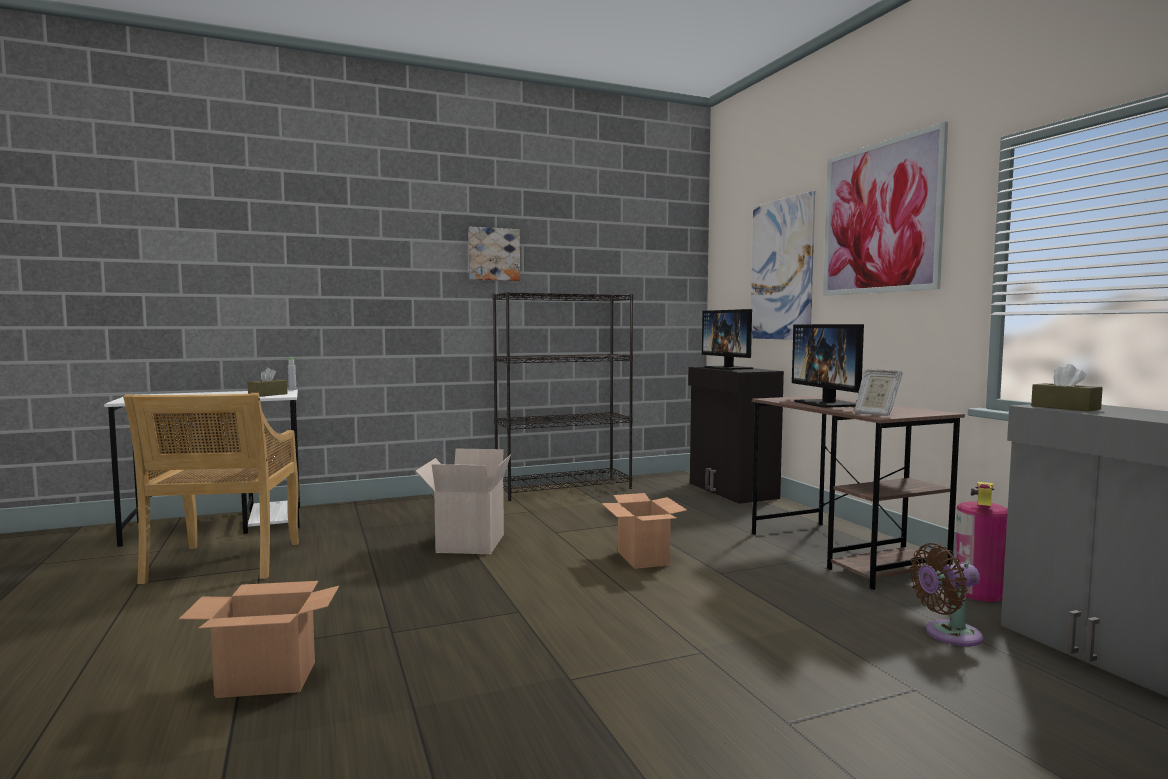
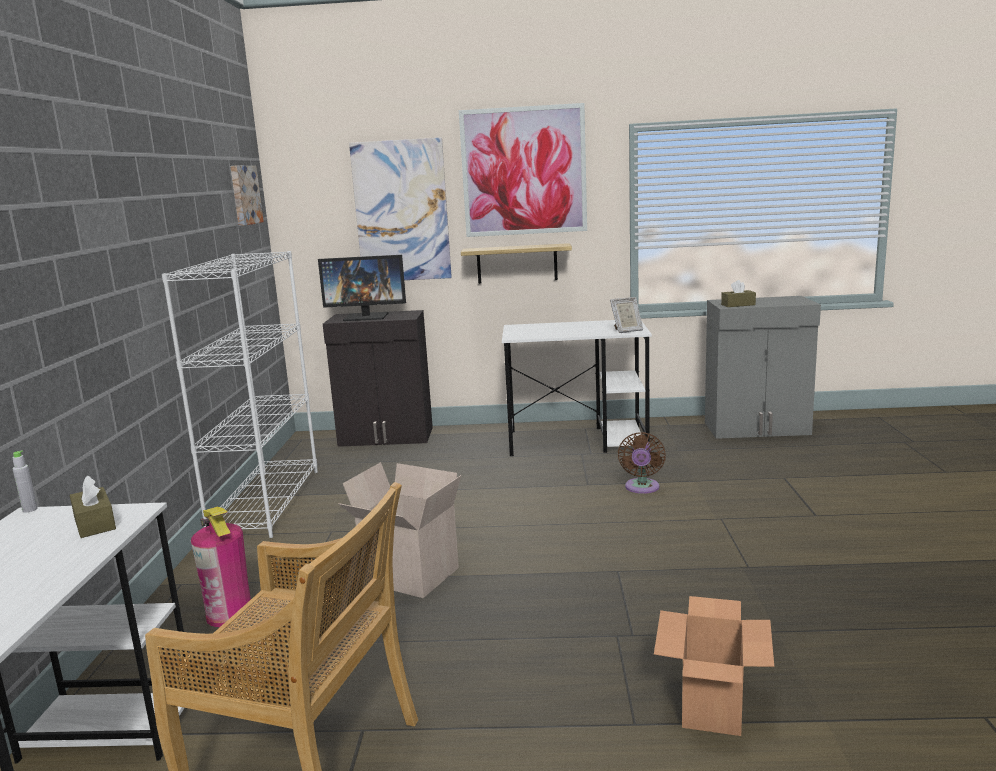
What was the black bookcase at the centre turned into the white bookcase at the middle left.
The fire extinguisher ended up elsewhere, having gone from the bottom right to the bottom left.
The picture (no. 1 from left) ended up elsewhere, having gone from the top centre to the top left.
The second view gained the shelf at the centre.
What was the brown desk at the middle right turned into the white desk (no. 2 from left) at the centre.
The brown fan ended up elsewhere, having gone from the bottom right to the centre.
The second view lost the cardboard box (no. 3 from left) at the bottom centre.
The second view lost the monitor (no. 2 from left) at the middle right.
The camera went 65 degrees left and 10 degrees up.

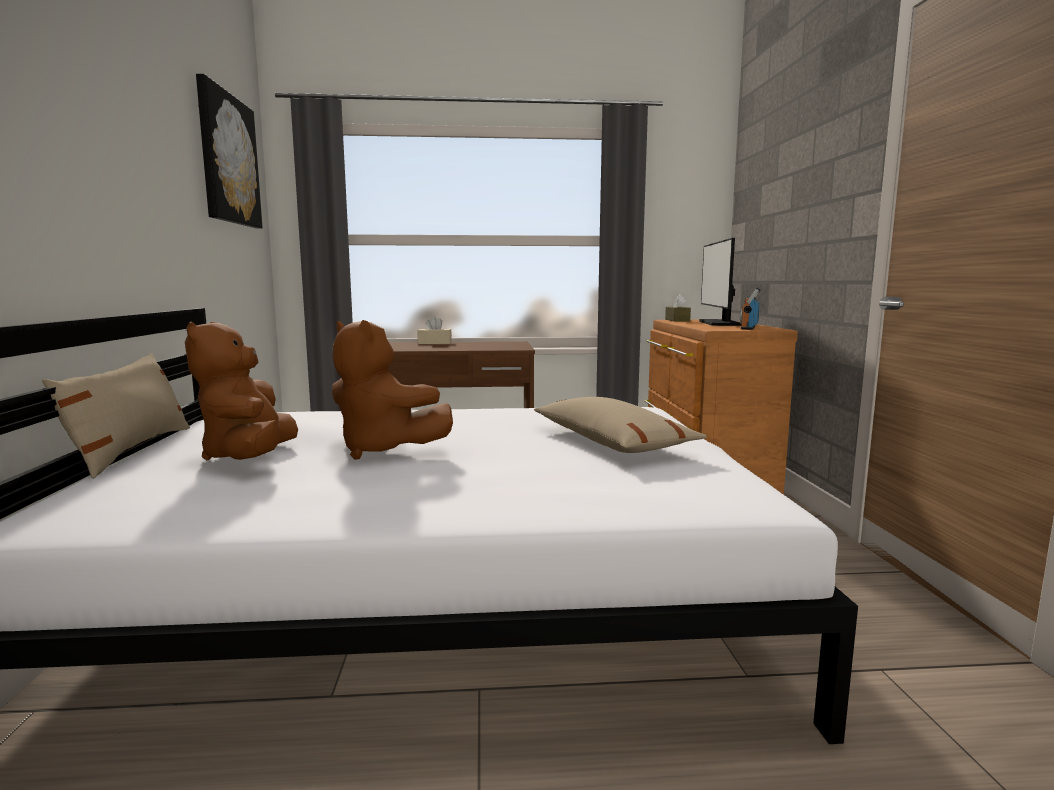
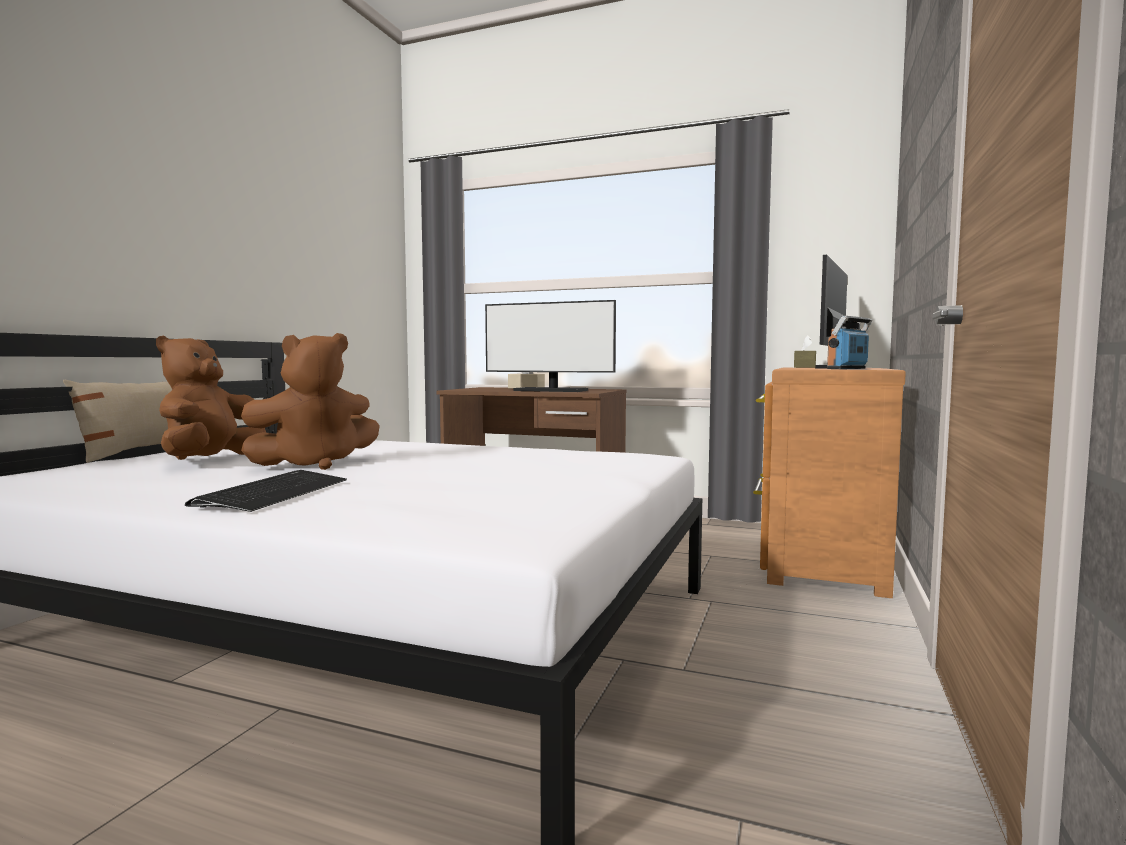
The second view gained the keyboard at the middle left.
The brown plush toy (no. 2 from left) at the centre ended up facing another way, 90 degrees counterclockwise from before.
The second view gained the monitor (no. 1 from left) at the centre.
The second view lost the picture at the top left.
The second view lost the beige pillow (no. 2 from left) at the centre.
The camera went 25 degrees right and 5 degrees down.

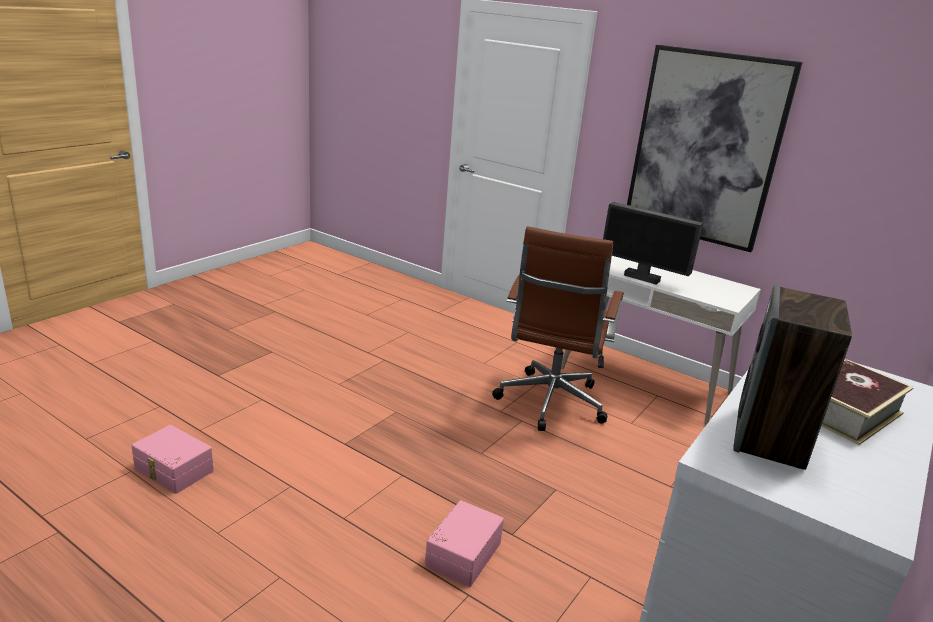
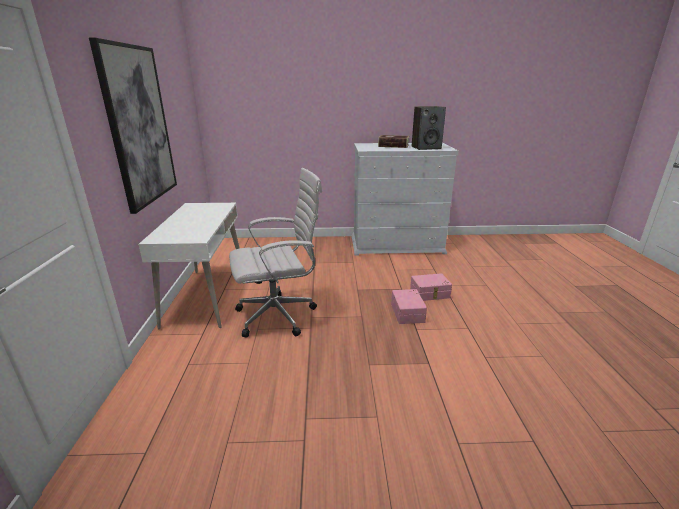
What was the brown office chair at the centre turned into the white office chair at the centre.
The pink storage box (no. 1 from left) ended up elsewhere, having gone from the bottom left to the centre.
The second view lost the monitor at the middle right.
The camera went 125 degrees left and 0 degrees up.

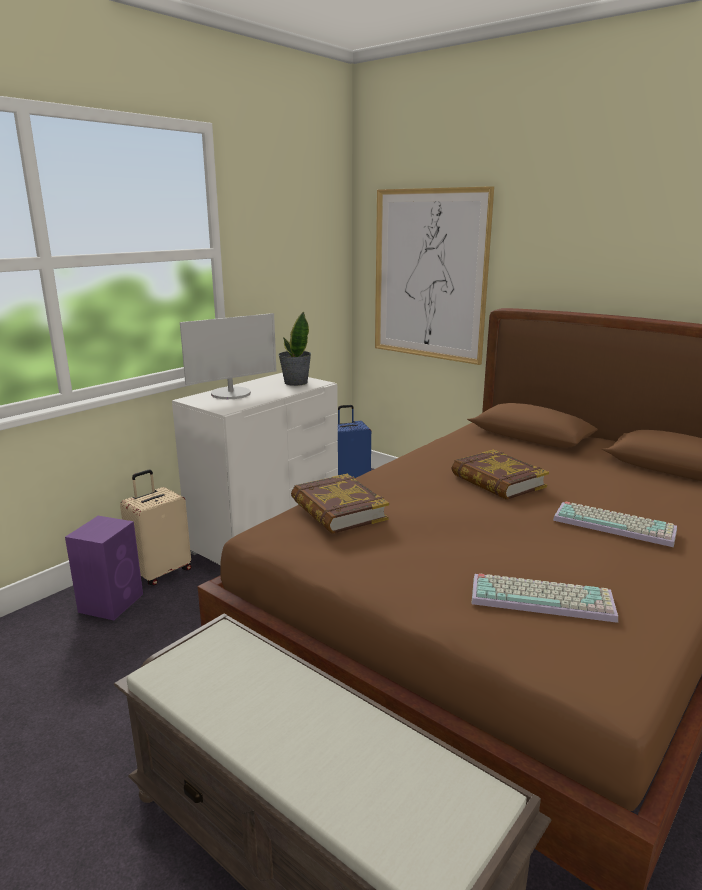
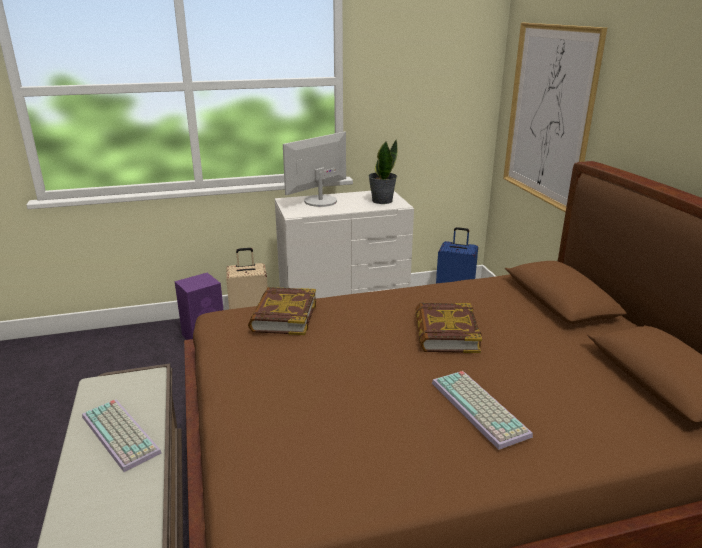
The keyboard (no. 1 from left) ended up elsewhere, having gone from the bottom right to the bottom left.
The monitor at the middle left ended up facing another way, 135 degrees clockwise from before.
The camera went 35 degrees right and 5 degrees up.

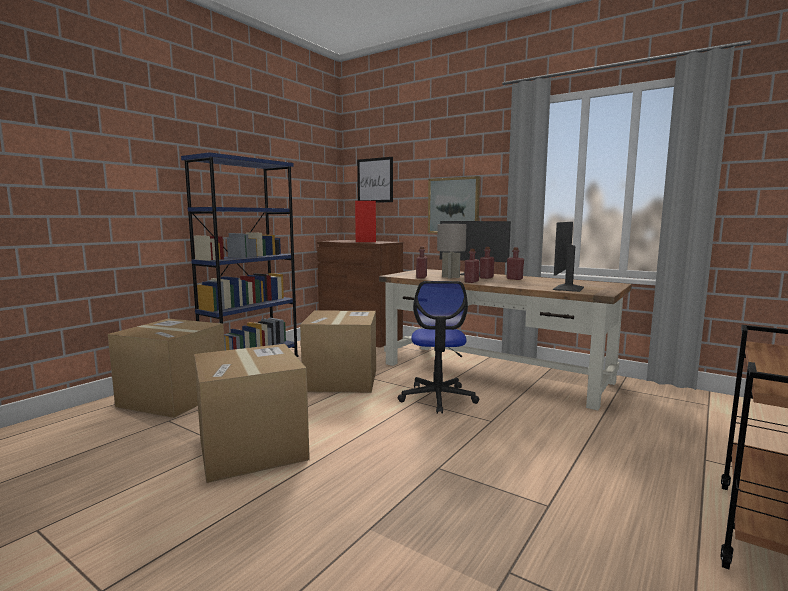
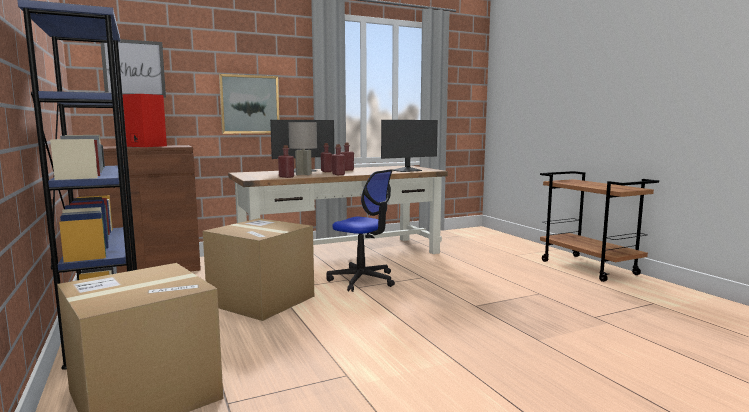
The monitor (no. 2 from left) at the middle right ended up facing another way, 90 degrees counterclockwise from before.
The second view lost the cardboard box (no. 2 from left) at the bottom left.
The camera went 60 degrees left and 0 degrees up.

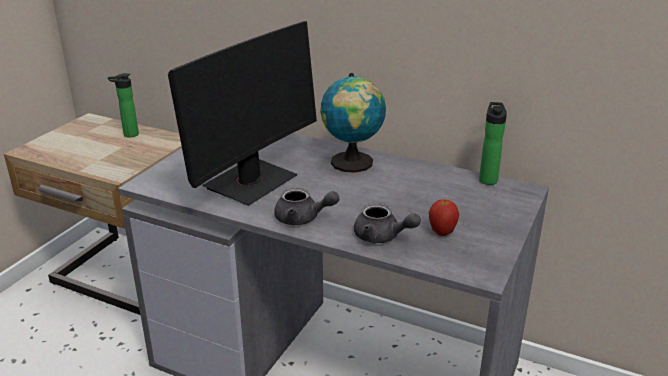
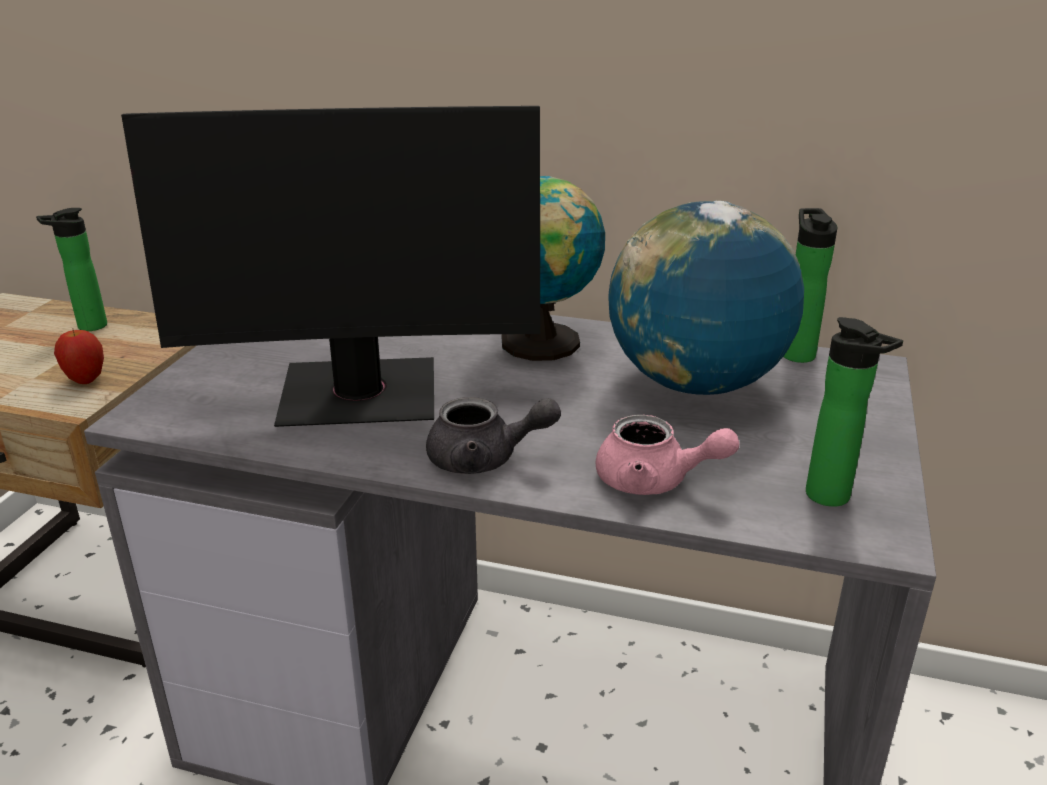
The apple ended up elsewhere, having gone from the centre to the middle left.
The monitor at the top centre ended up facing another way, 60 degrees clockwise from before.
What was the grey teapot (no. 2 from left) at the centre turned into the pink teapot at the centre.
The second view gained the globe (no. 2 from left) at the middle right.
The second view gained the bottle (no. 3 from left) at the middle right.
The camera went 10 degrees left and 0 degrees up.

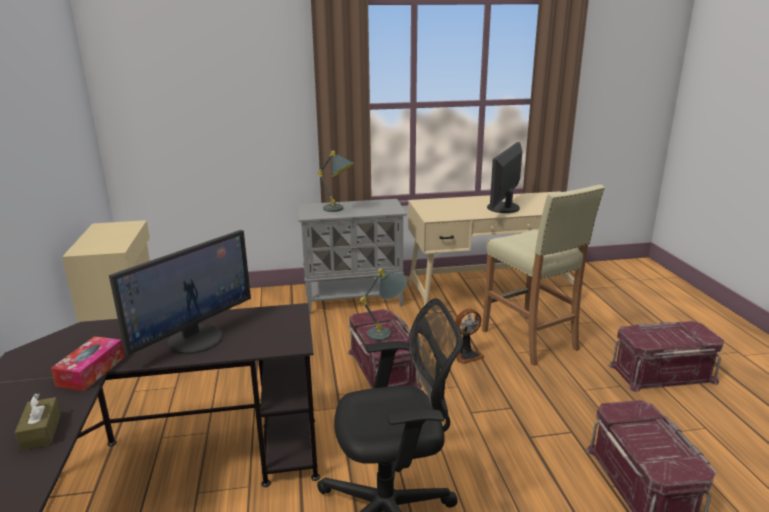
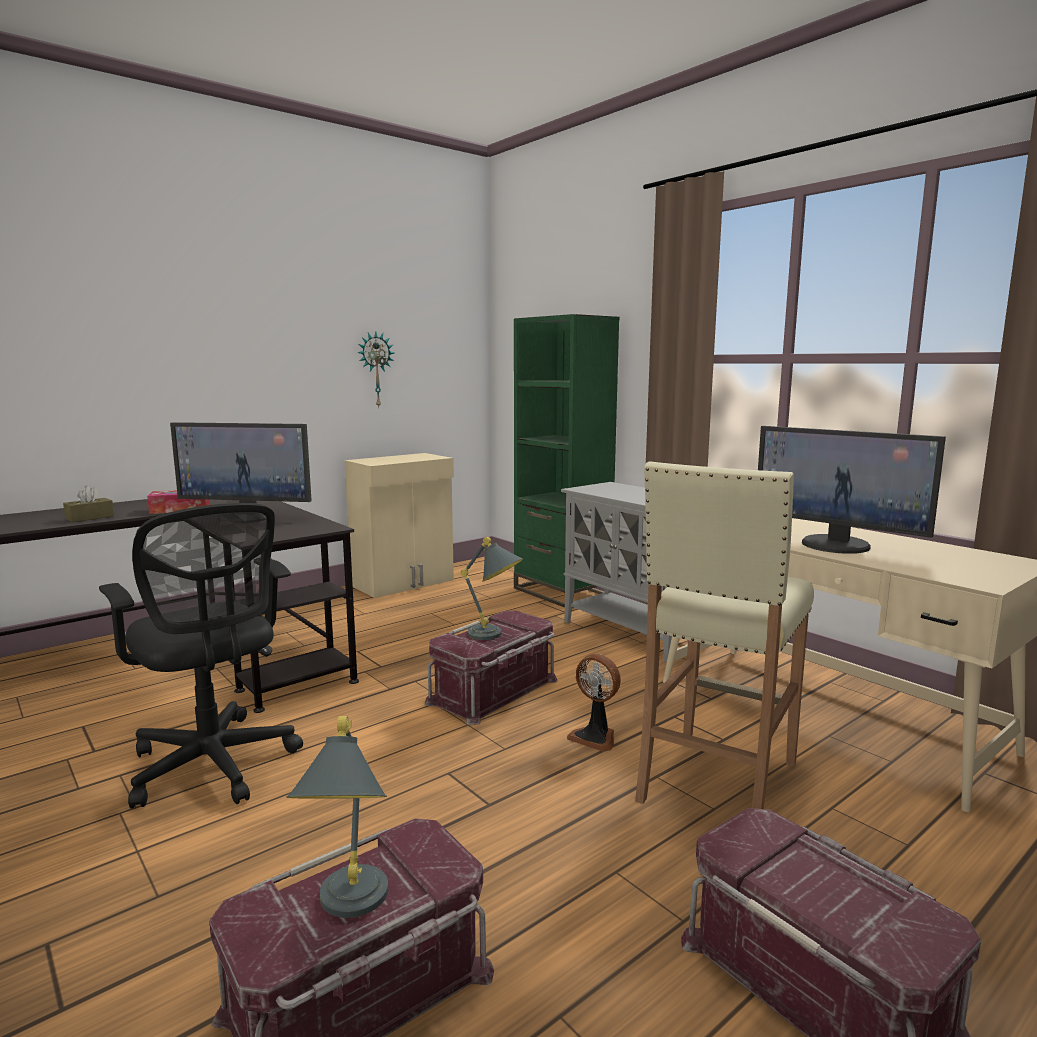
The grey table lamp (no. 1 from left) ended up elsewhere, having gone from the centre to the bottom left.
The second view gained the wall clock at the centre.
The second view gained the green bookcase at the centre.
The monitor (no. 2 from left) at the centre ended up facing another way, 135 degrees counterclockwise from before.
The camera went 60 degrees right and 10 degrees down.

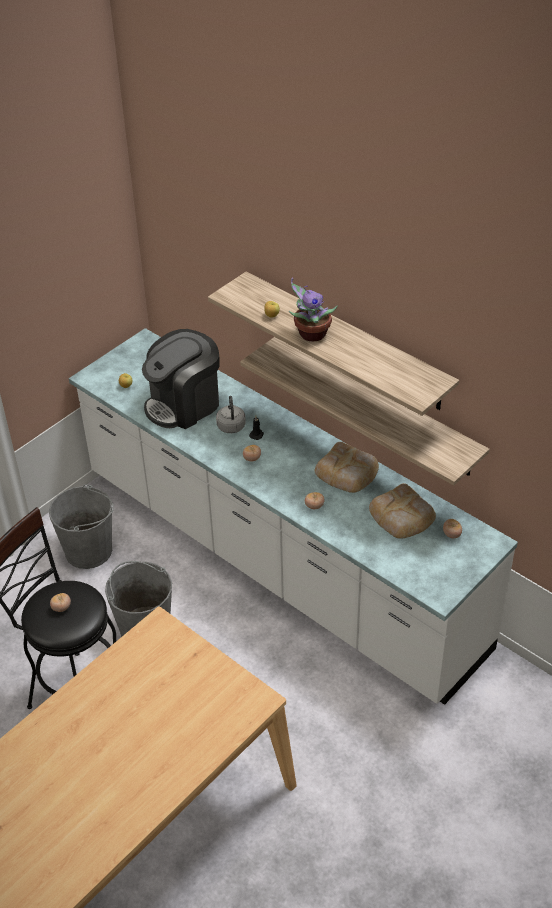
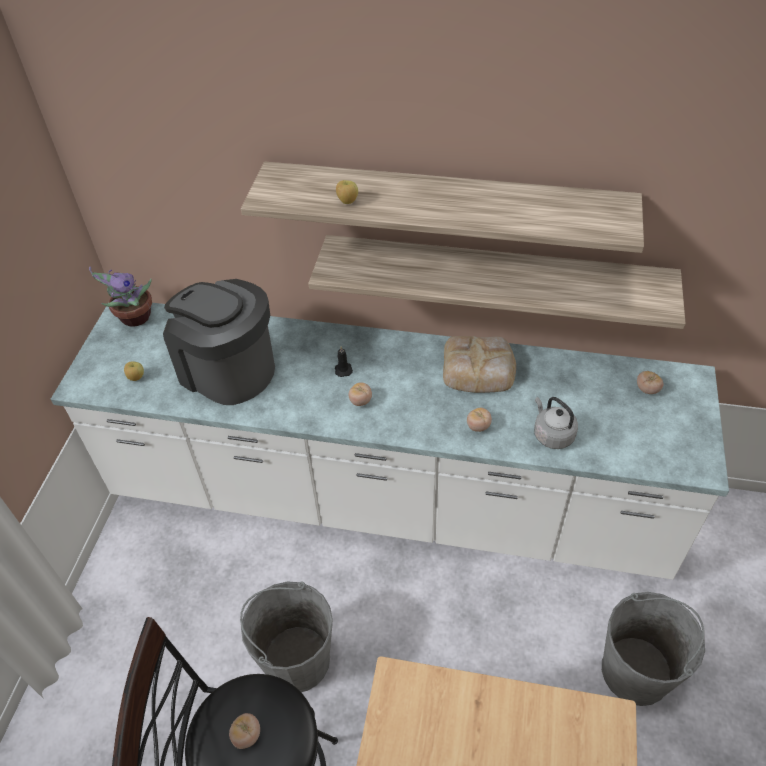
The potted plant ended up elsewhere, having gone from the centre to the middle left.
The coffee machine at the middle left ended up facing another way, 105 degrees clockwise from before.
The grey kettle ended up elsewhere, having gone from the centre to the middle right.
The grey bucket (no. 1 from left in the first image) ended up elsewhere, having gone from the middle left to the bottom right.
The second view lost the bread (no. 2 from left) at the middle right.
The camera went 30 degrees left and 5 degrees up.

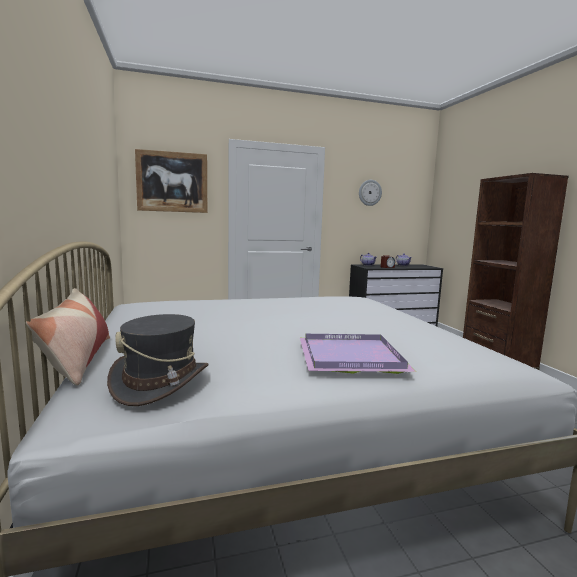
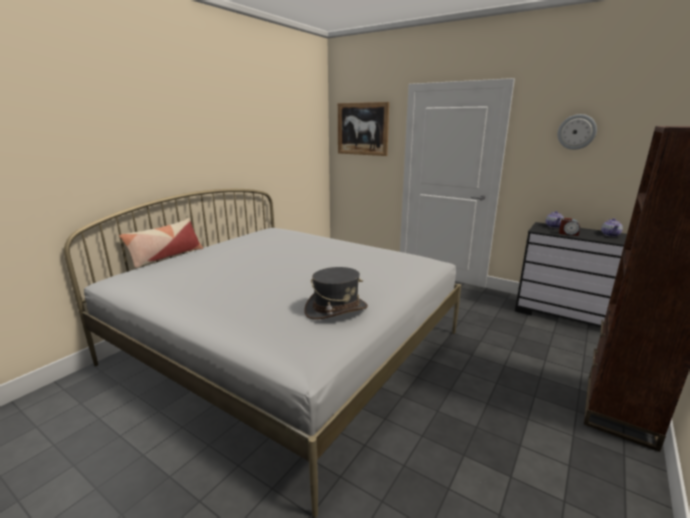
The grey hat ended up elsewhere, having gone from the middle left to the centre.
The second view lost the purple tray at the centre.
The camera went 50 degrees right and 10 degrees up.

